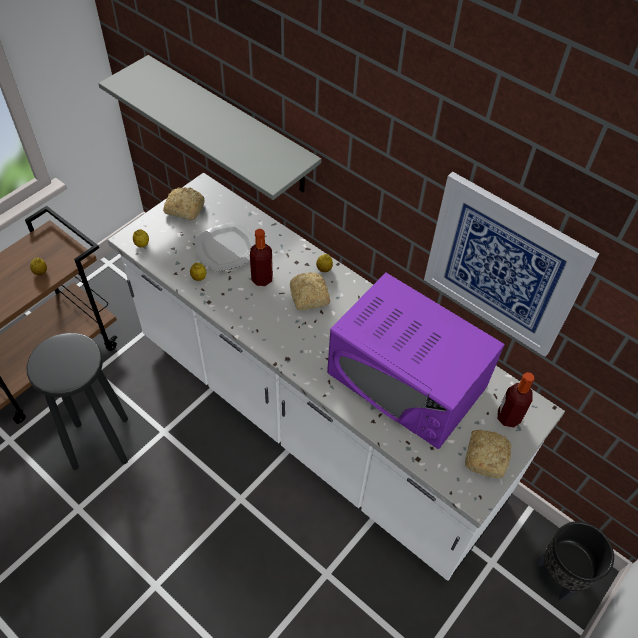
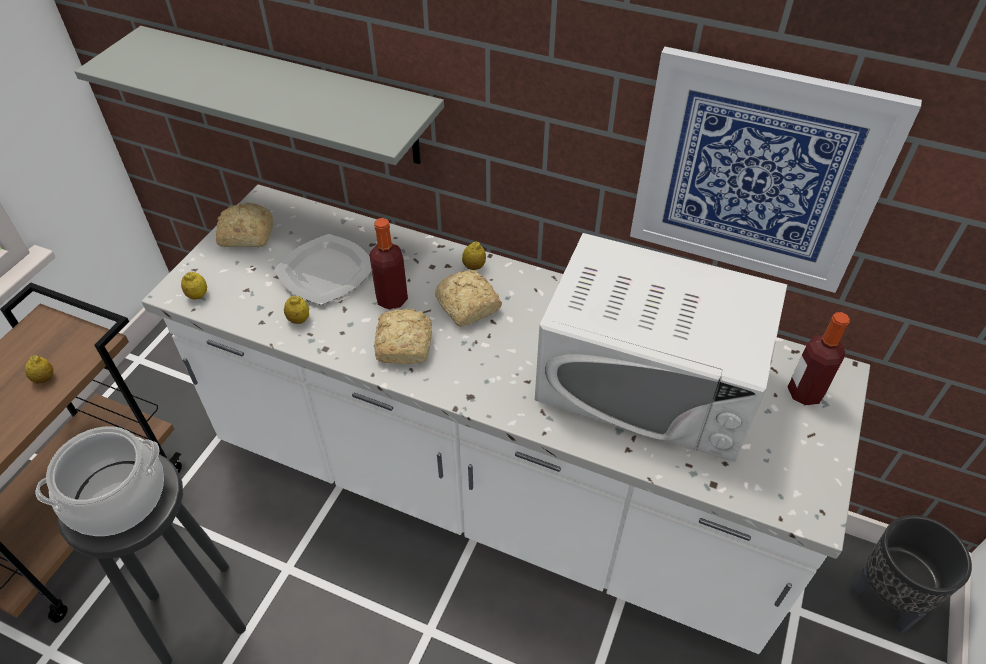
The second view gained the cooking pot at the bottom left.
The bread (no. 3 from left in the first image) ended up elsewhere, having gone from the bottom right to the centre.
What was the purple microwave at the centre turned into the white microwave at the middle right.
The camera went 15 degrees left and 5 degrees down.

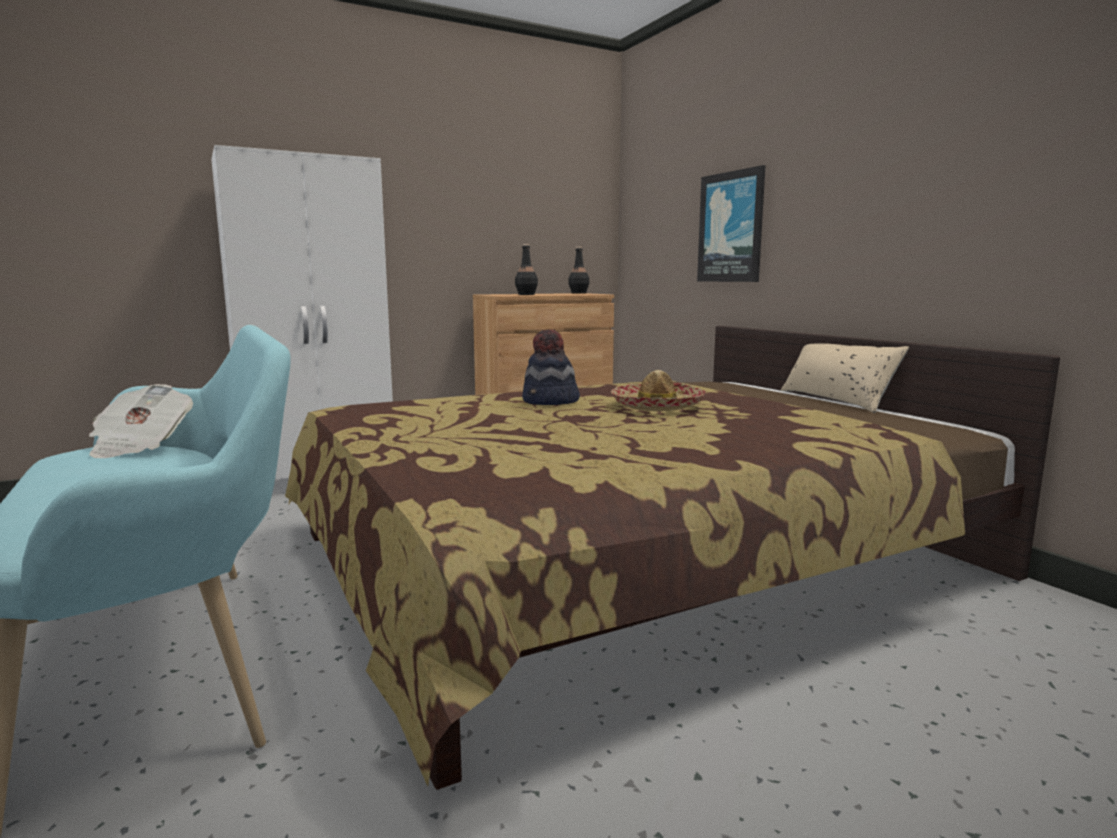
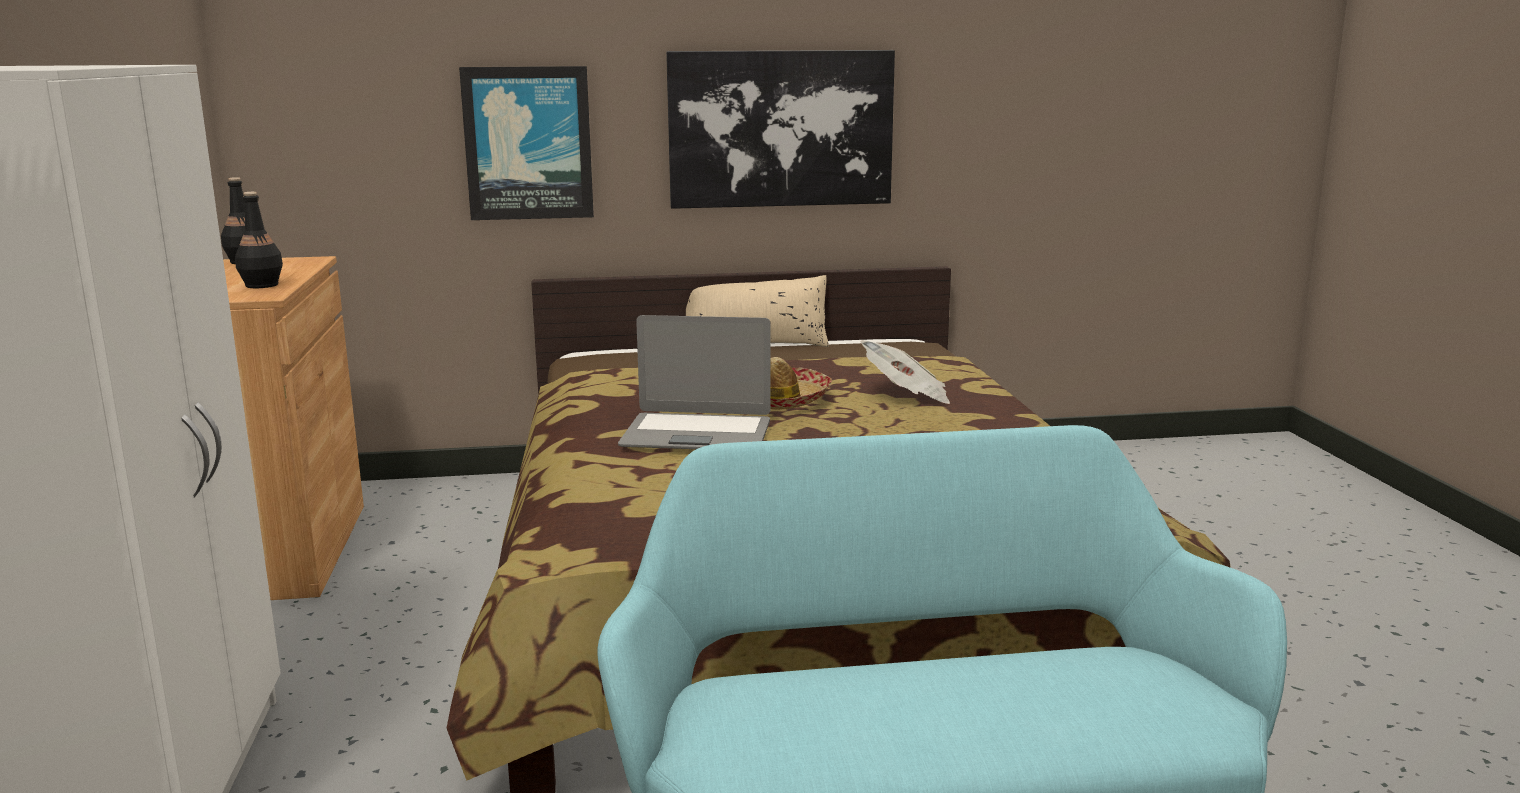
Where the hat (no. 1 from left) stood at the centre, the laptop came to stand at the centre.
The second view gained the picture (no. 2 from left) at the top centre.
The newspaper ended up elsewhere, having gone from the middle left to the centre.
The camera went 70 degrees left and 5 degrees up.

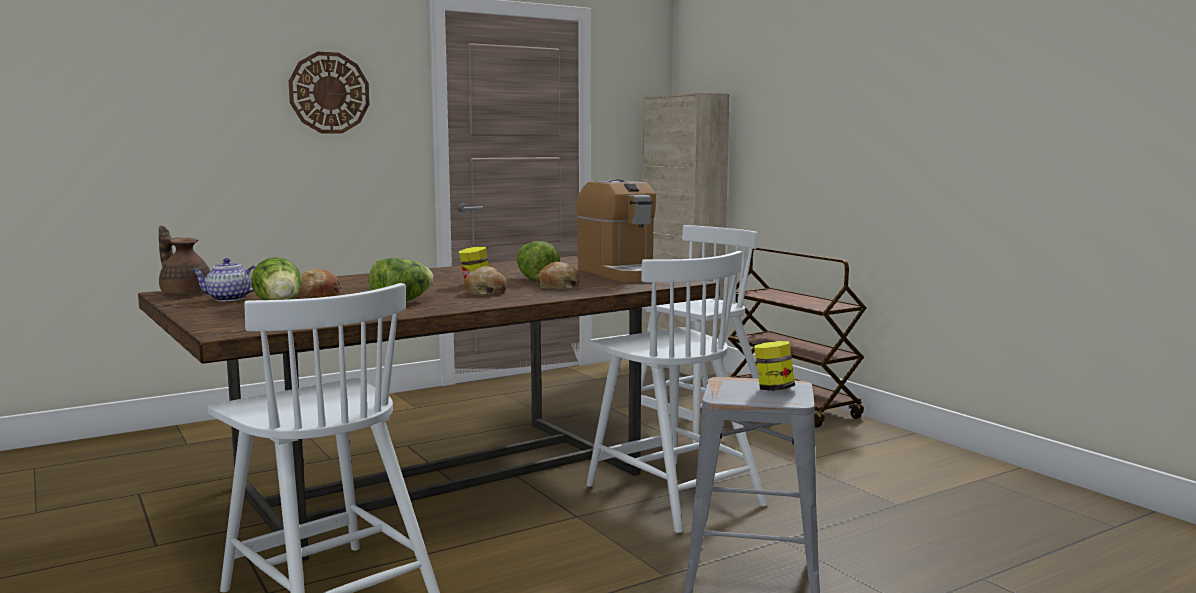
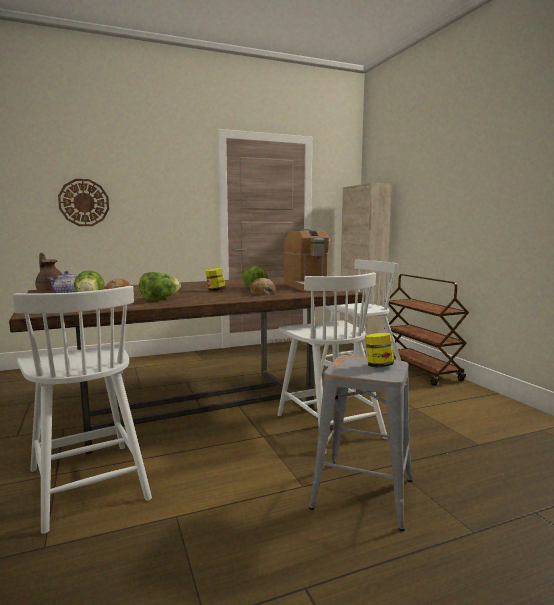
The wall clock ended up elsewhere, having gone from the top left to the middle left.
The second view lost the bread (no. 2 from left) at the centre.
The camera went 10 degrees right and 0 degrees up.

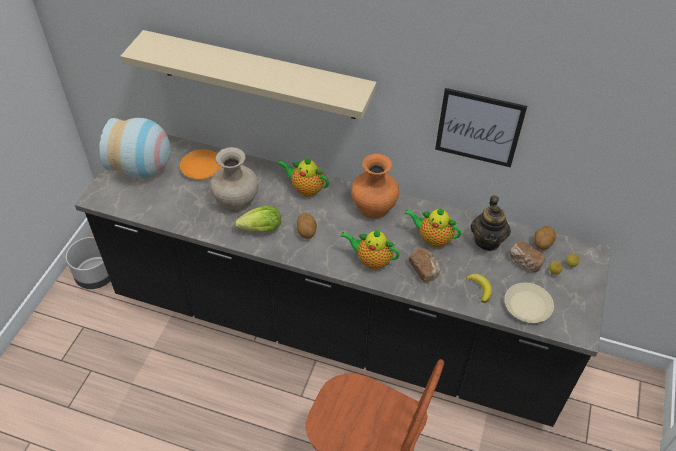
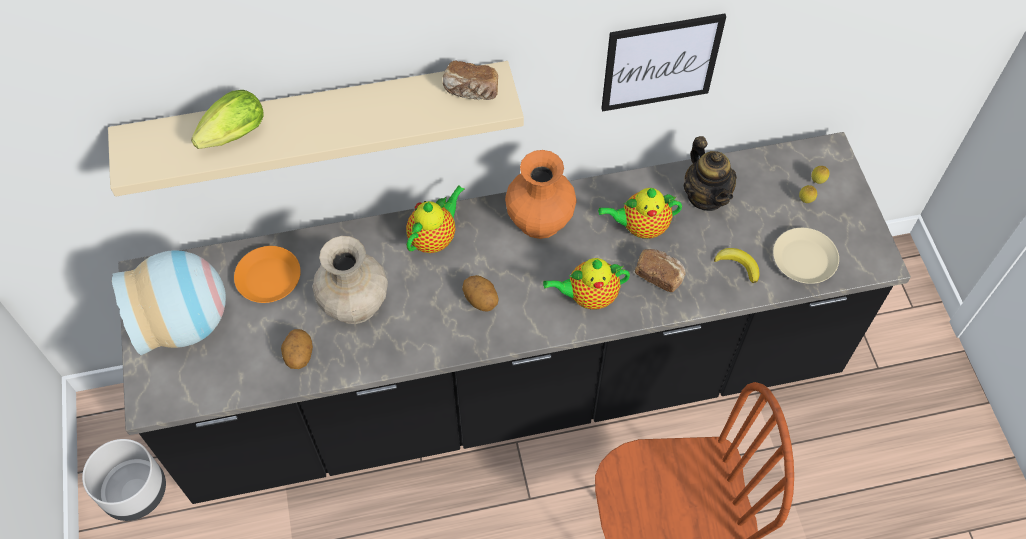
The lettuce ended up elsewhere, having gone from the centre to the top left.
The potato (no. 2 from left in the first image) ended up elsewhere, having gone from the middle right to the middle left.
The teapot (no. 1 from left) at the centre ended up facing another way, 135 degrees clockwise from before.
The bread (no. 2 from left in the first image) ended up elsewhere, having gone from the middle right to the top centre.
The camera went 30 degrees left and 10 degrees up.

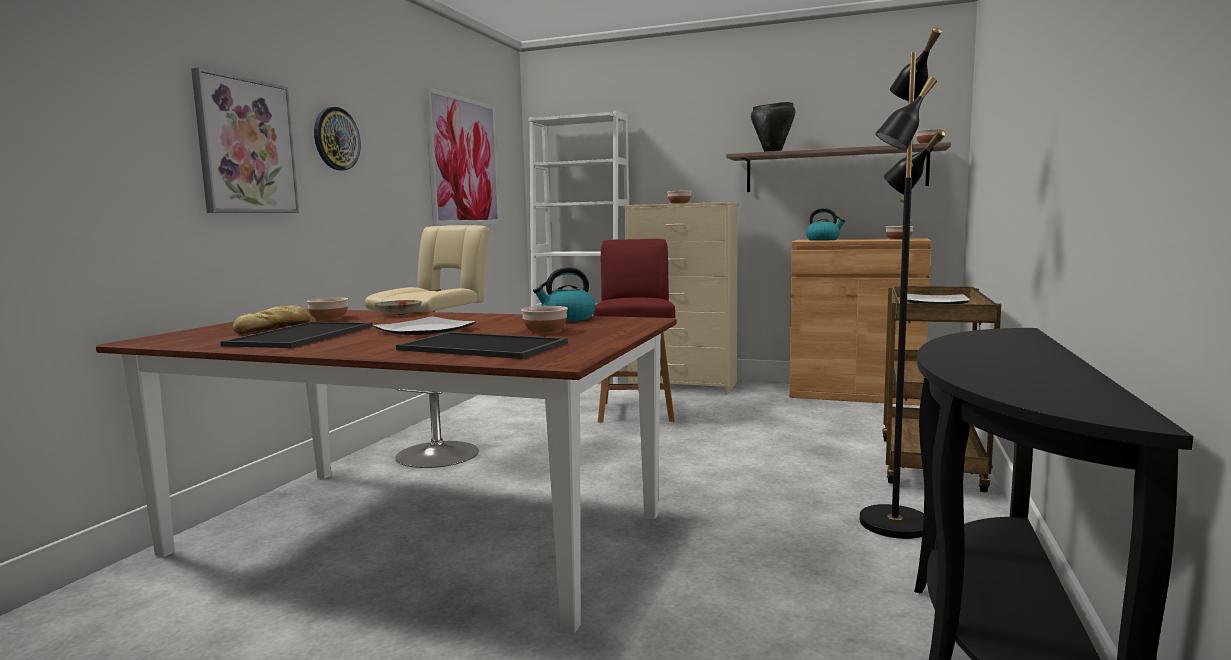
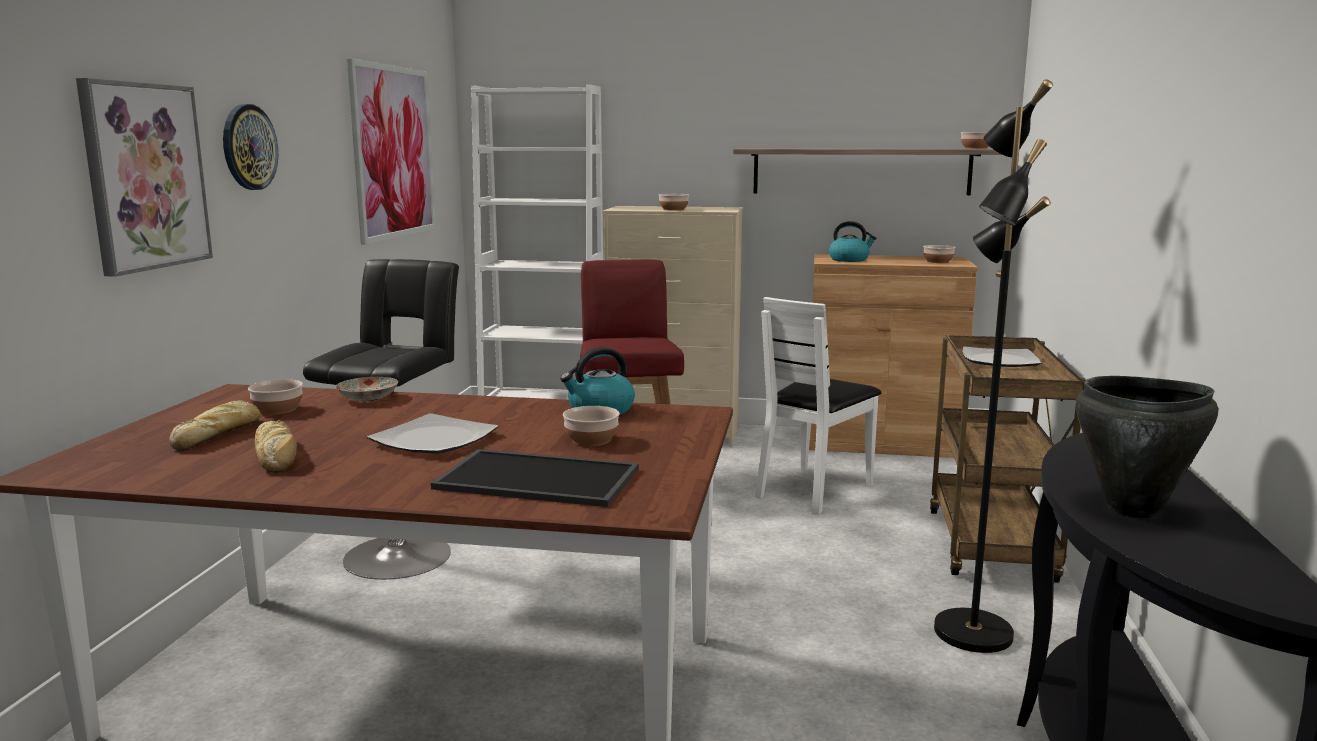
Where the tray (no. 1 from left) stood at the middle left, the bread (no. 2 from left) came to stand at the middle left.
What was the beige stool at the centre turned into the black stool at the middle left.
The second view gained the white chair at the centre.
The black cooking pot ended up elsewhere, having gone from the top centre to the middle right.
The camera went 10 degrees left and 5 degrees up.

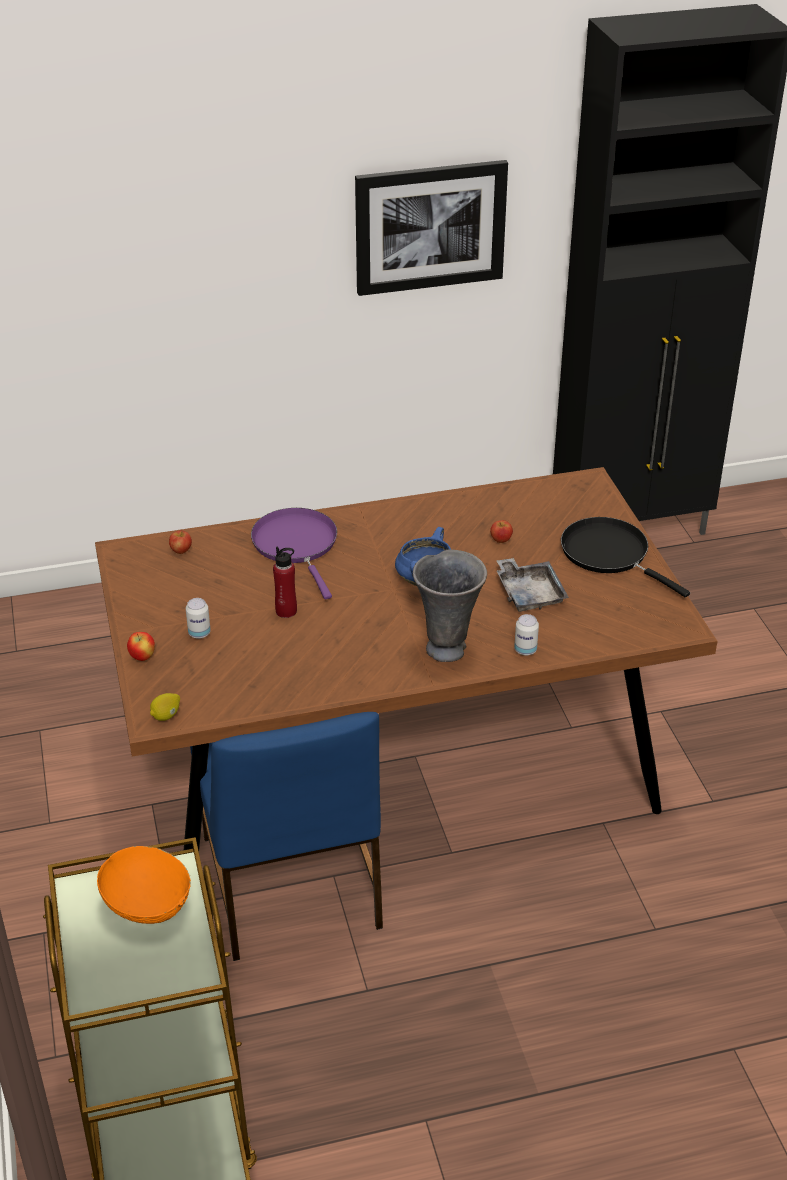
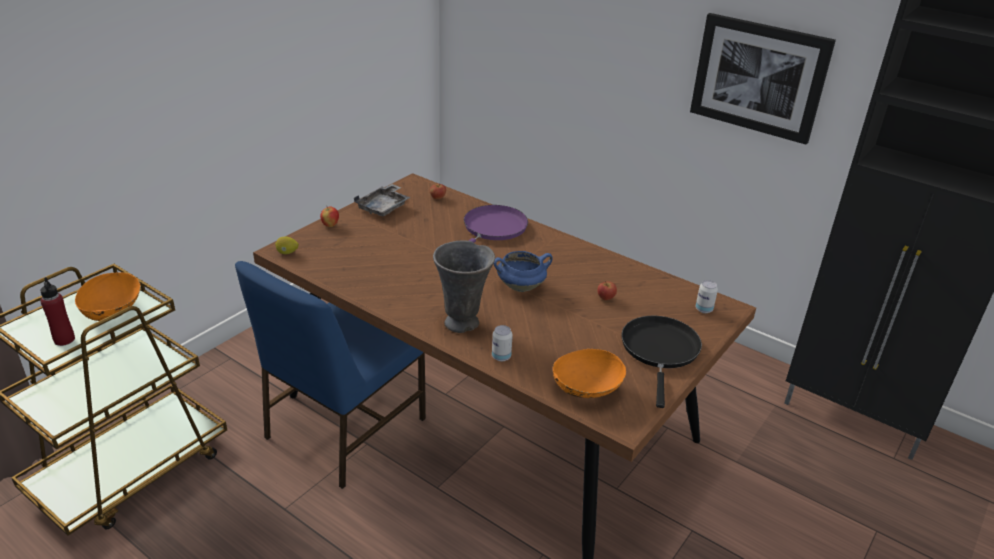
The red bottle ended up elsewhere, having gone from the centre to the middle left.
The grey tray ended up elsewhere, having gone from the middle right to the centre.
The second view gained the orange bowl (no. 2 from left) at the bottom centre.
The can (no. 1 from left in the first image) ended up elsewhere, having gone from the middle left to the middle right.
The camera went 50 degrees right and 5 degrees down.

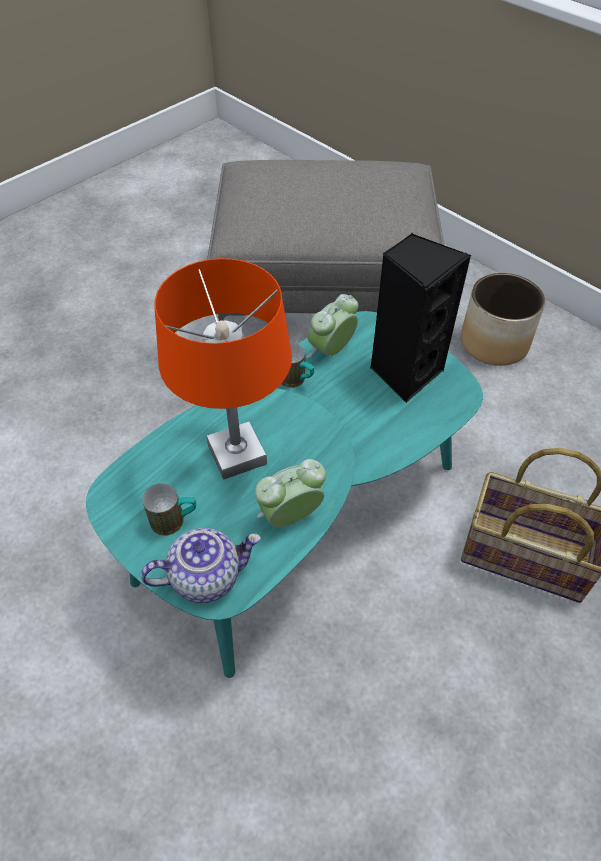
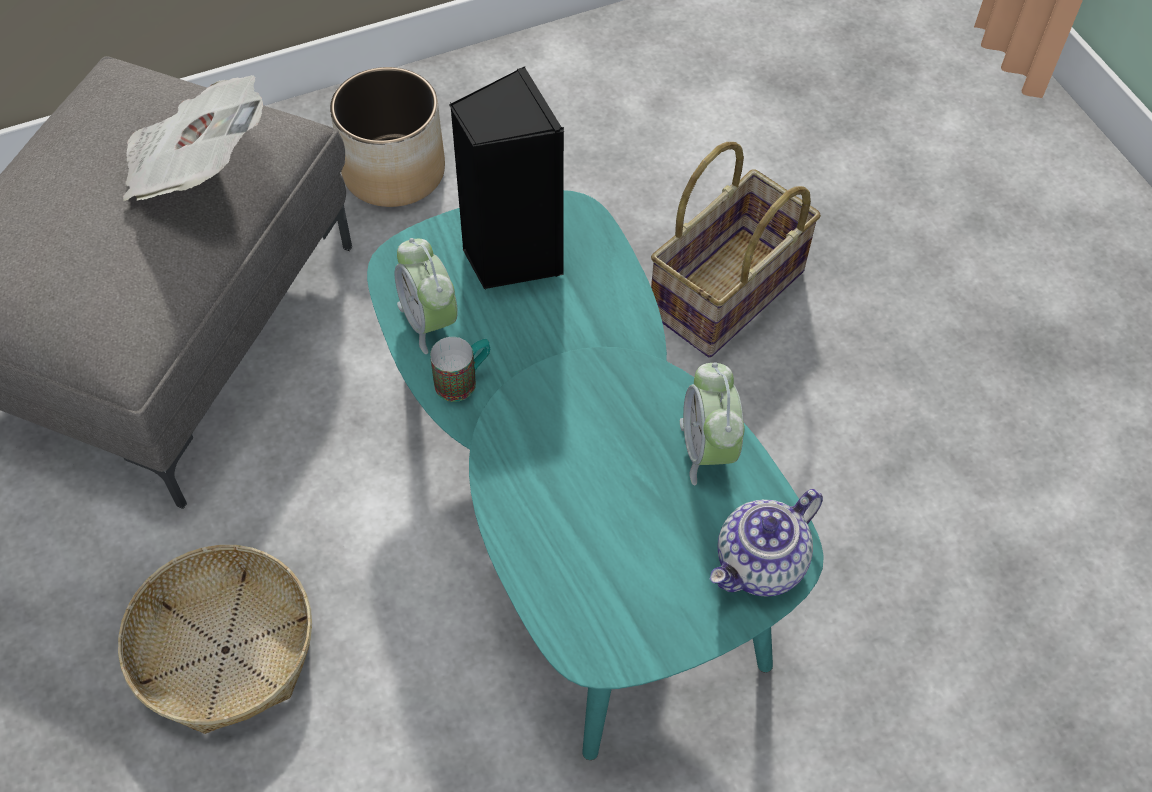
The second view gained the basket (no. 1 from left) at the bottom left.
The second view gained the newspaper at the top left.
The teapot at the centre ended up facing another way, 135 degrees counterclockwise from before.
The second view lost the mug (no. 1 from left) at the middle left.
The second view lost the orange table lamp at the centre.
The camera went 70 degrees left and 5 degrees up.

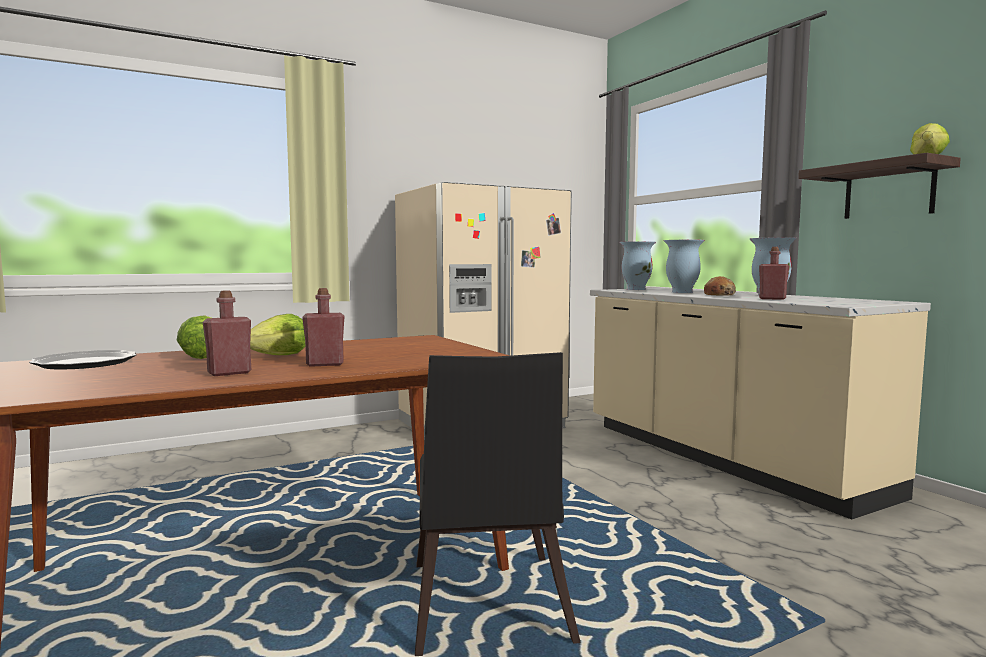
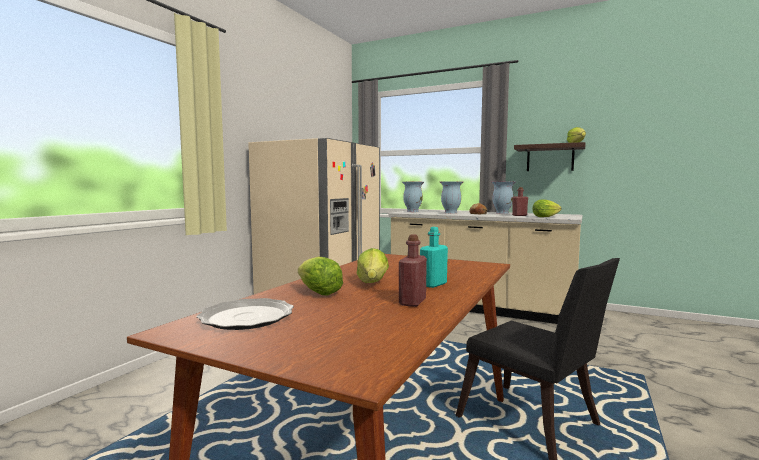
What was the red bottle (no. 2 from left) at the middle left turned into the turquoise bottle at the centre.
The second view gained the lettuce (no. 3 from left) at the middle right.
The camera went 35 degrees left and 0 degrees up.

